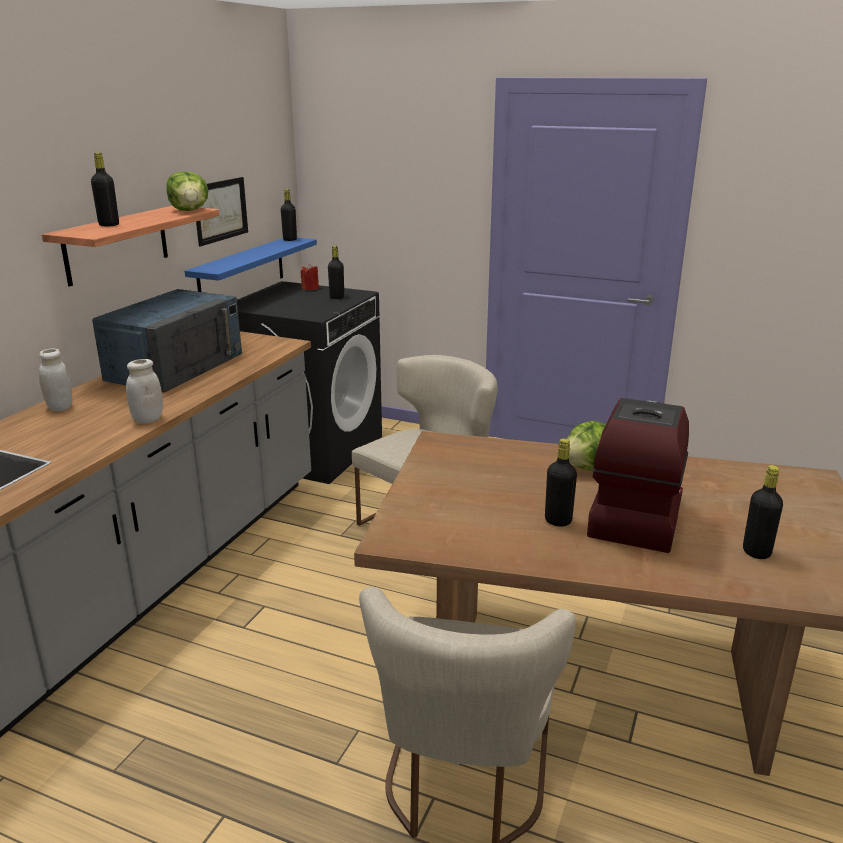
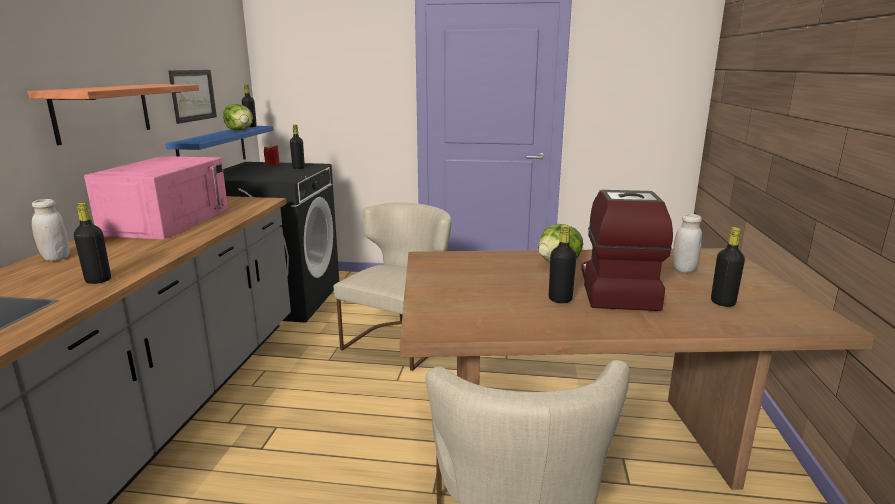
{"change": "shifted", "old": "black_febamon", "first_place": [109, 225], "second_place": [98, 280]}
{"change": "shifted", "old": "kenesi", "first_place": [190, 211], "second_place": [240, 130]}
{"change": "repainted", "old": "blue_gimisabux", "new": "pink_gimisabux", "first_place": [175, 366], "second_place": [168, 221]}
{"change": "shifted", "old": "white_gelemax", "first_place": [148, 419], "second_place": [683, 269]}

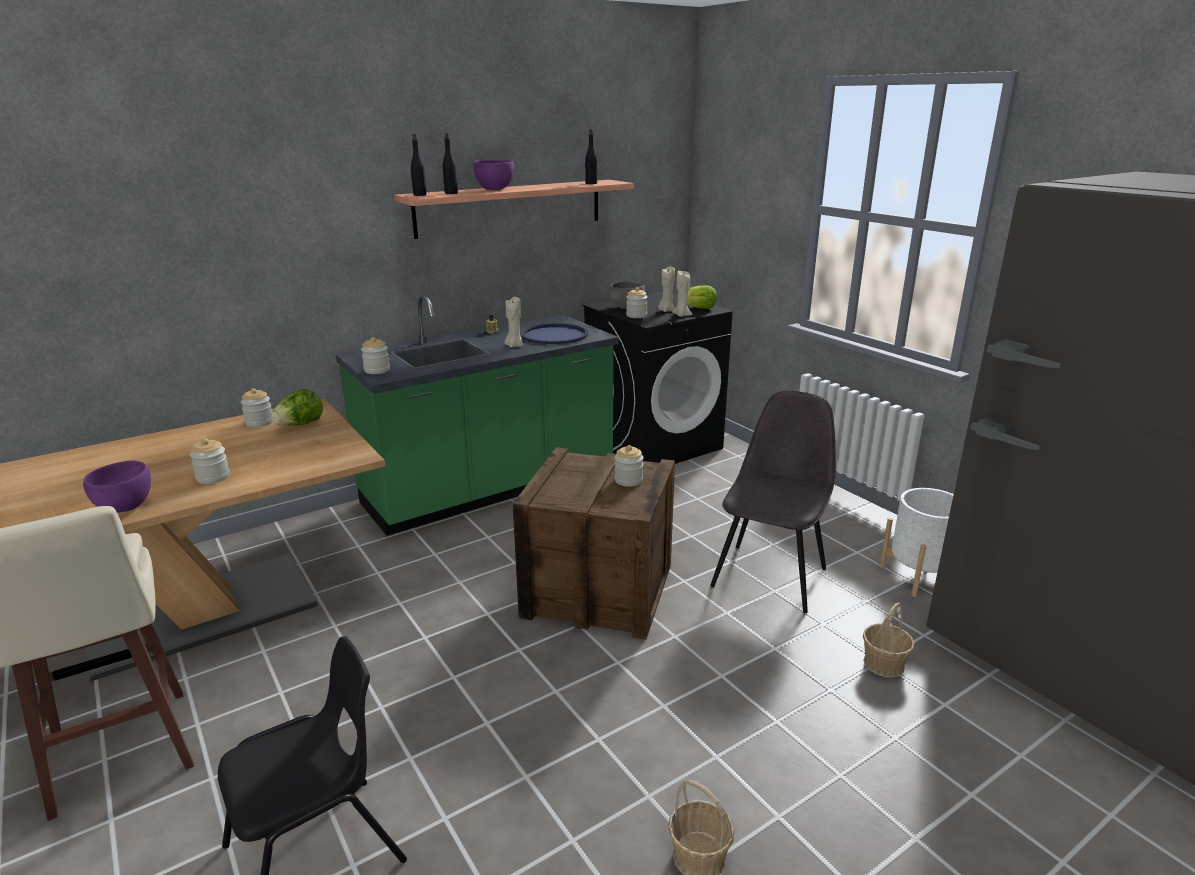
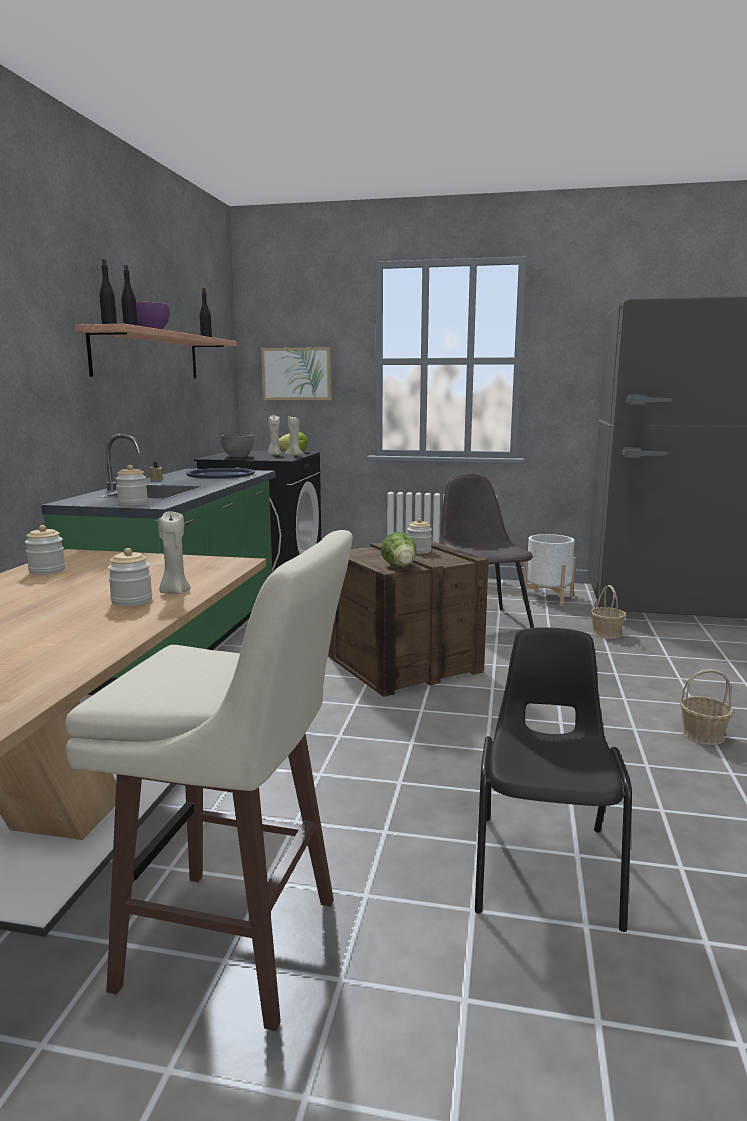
{"change": "gone", "old": "gelemax", "first_place": [636, 315]}
{"change": "shifted", "old": "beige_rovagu", "first_place": [514, 346], "second_place": [174, 592]}
{"change": "shifted", "old": "kenesi", "first_place": [300, 425], "second_place": [400, 567]}
{"change": "gone", "old": "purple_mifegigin", "first_place": [125, 507]}
{"change": "new", "new": "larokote", "second_place": [297, 374]}

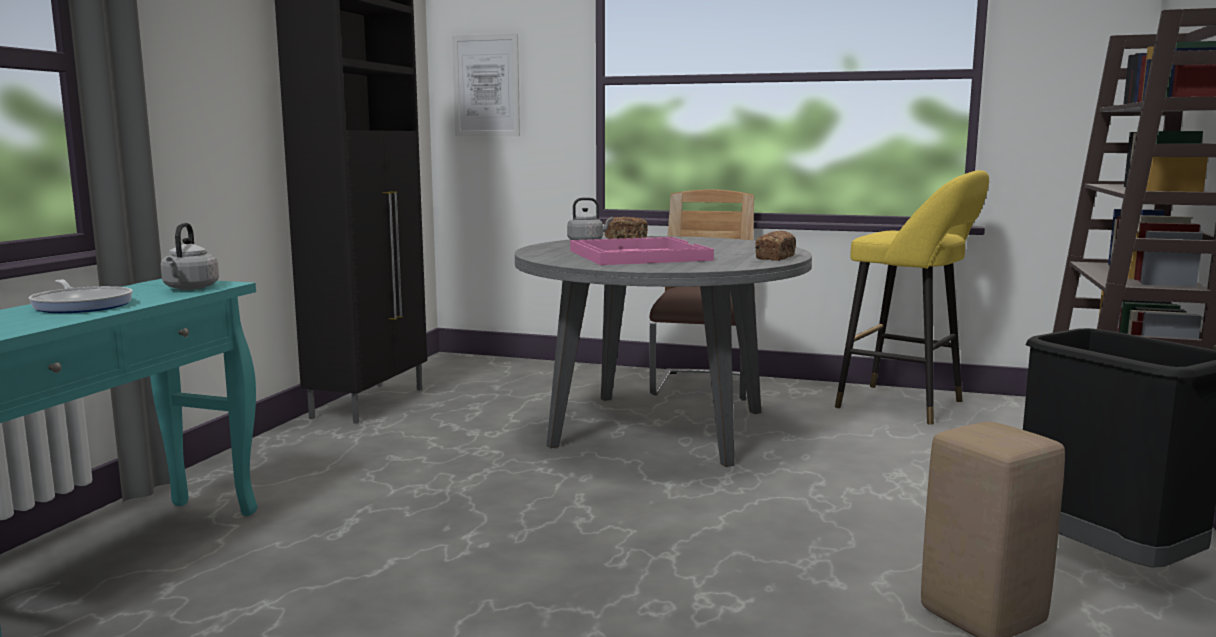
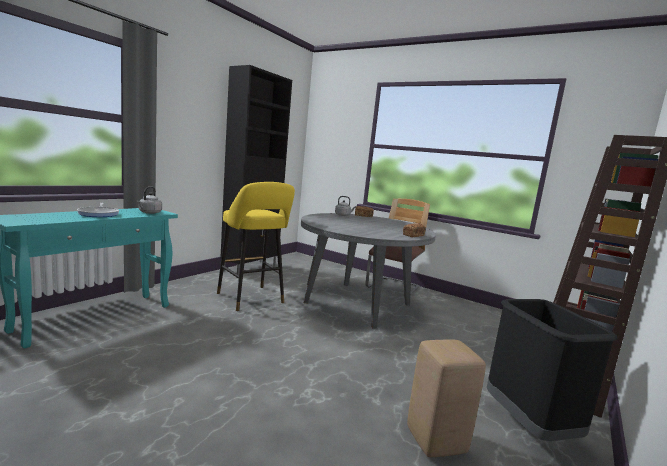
{"change": "gone", "old": "larokote", "first_place": [486, 86]}
{"change": "shifted", "old": "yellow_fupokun", "first_place": [907, 405], "second_place": [252, 299]}
{"change": "gone", "old": "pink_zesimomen", "first_place": [637, 255]}

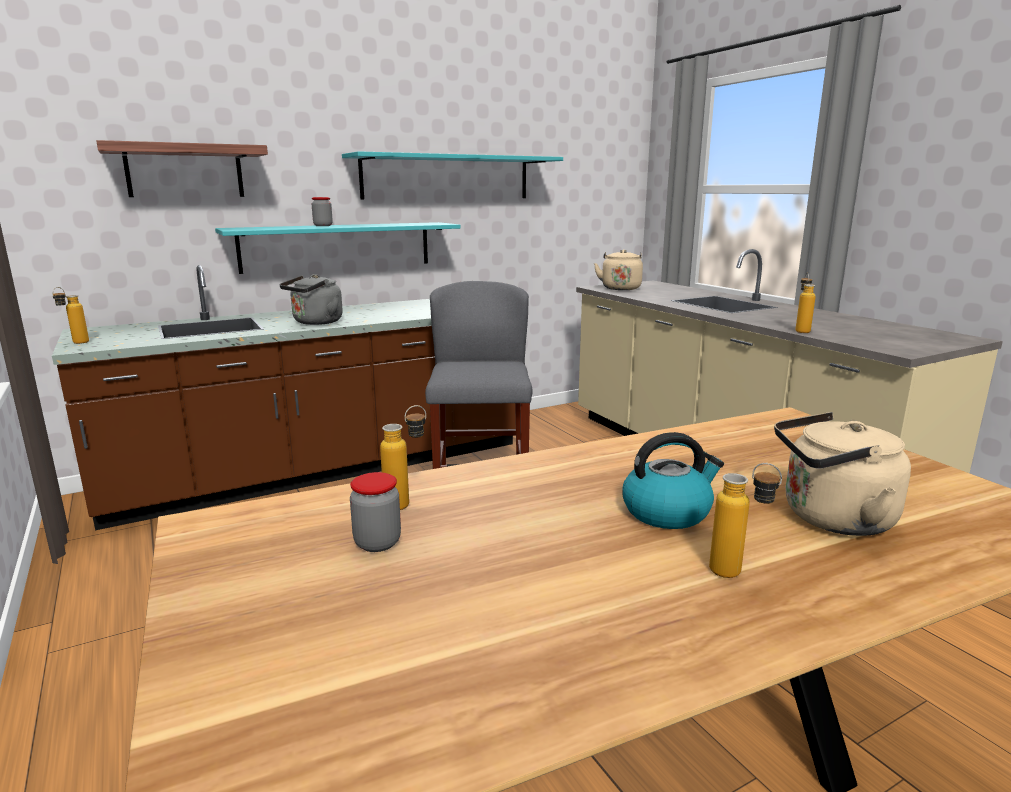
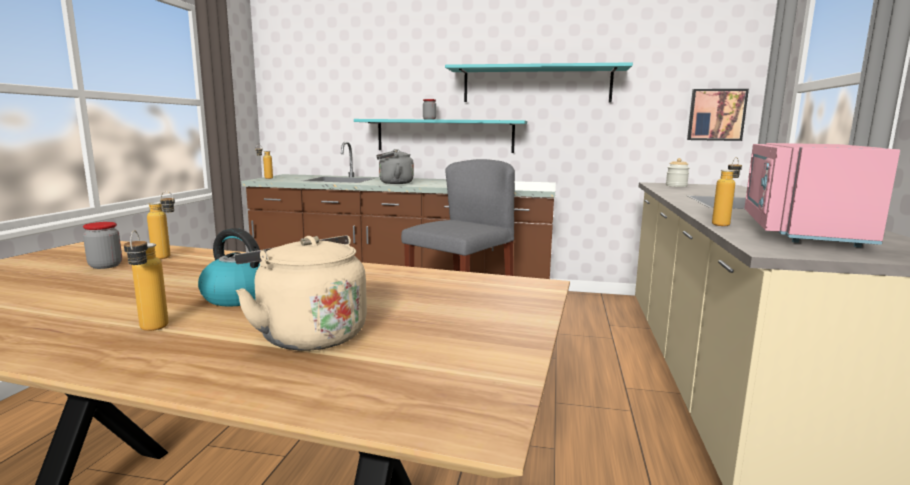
{"change": "gone", "old": "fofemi", "first_place": [185, 171]}
{"change": "swapped", "old": "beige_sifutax", "new": "gelemax", "first_place": [620, 288], "second_place": [676, 186]}
{"change": "new", "new": "larokote", "second_place": [716, 115]}
{"change": "new", "new": "pink_gimisabux", "second_place": [797, 230]}

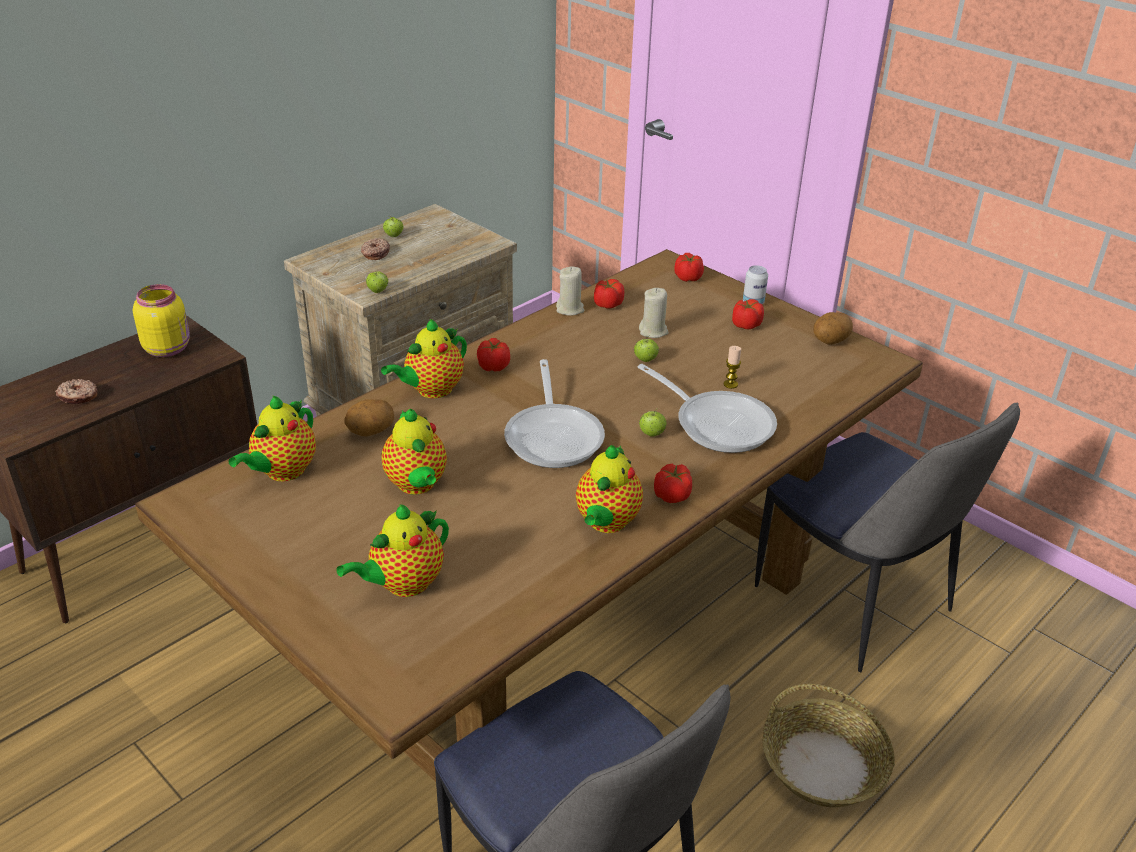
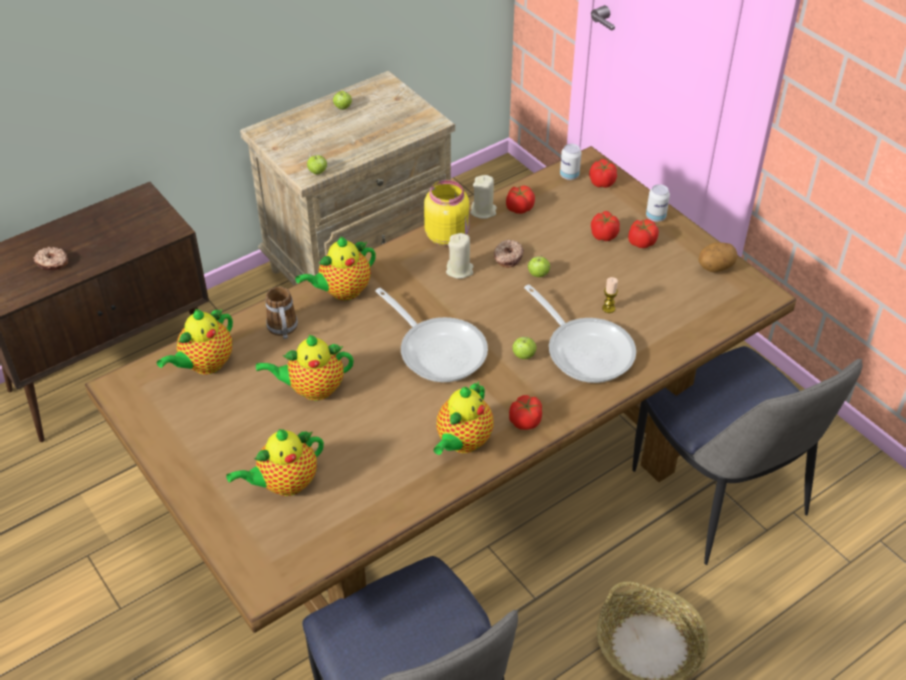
{"change": "shifted", "old": "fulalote", "first_place": [375, 253], "second_place": [507, 257]}
{"change": "shifted", "old": "yellow_gelemax", "first_place": [168, 348], "second_place": [447, 235]}
{"change": "shifted", "old": "beige_rovagu", "first_place": [653, 331], "second_place": [459, 270]}
{"change": "shifted", "old": "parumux", "first_place": [493, 366], "second_place": [604, 235]}
{"change": "rotated", "old": "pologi", "first_place": [554, 436], "second_place": [438, 350], "degrees": -45}
{"change": "swapped", "old": "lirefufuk", "new": "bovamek", "first_place": [370, 431], "second_place": [283, 330]}
{"change": "rotated", "old": "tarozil", "first_place": [417, 485], "second_place": [312, 389], "degrees": 90}
{"change": "new", "new": "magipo", "second_place": [569, 175]}

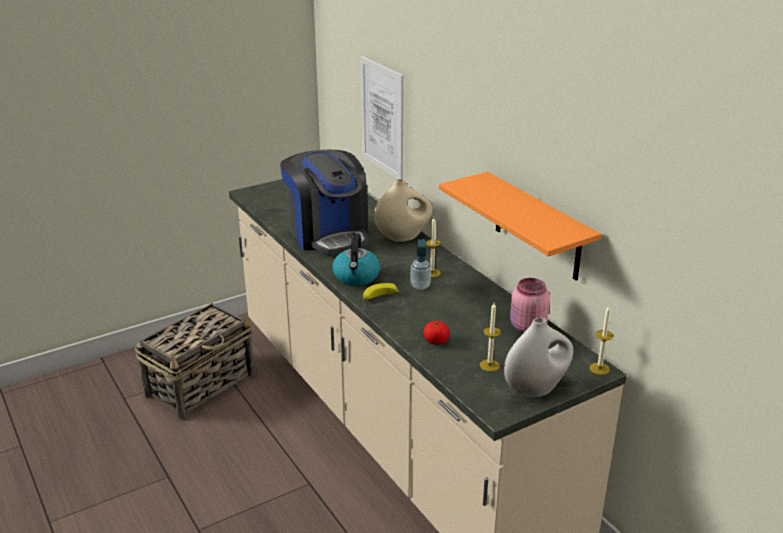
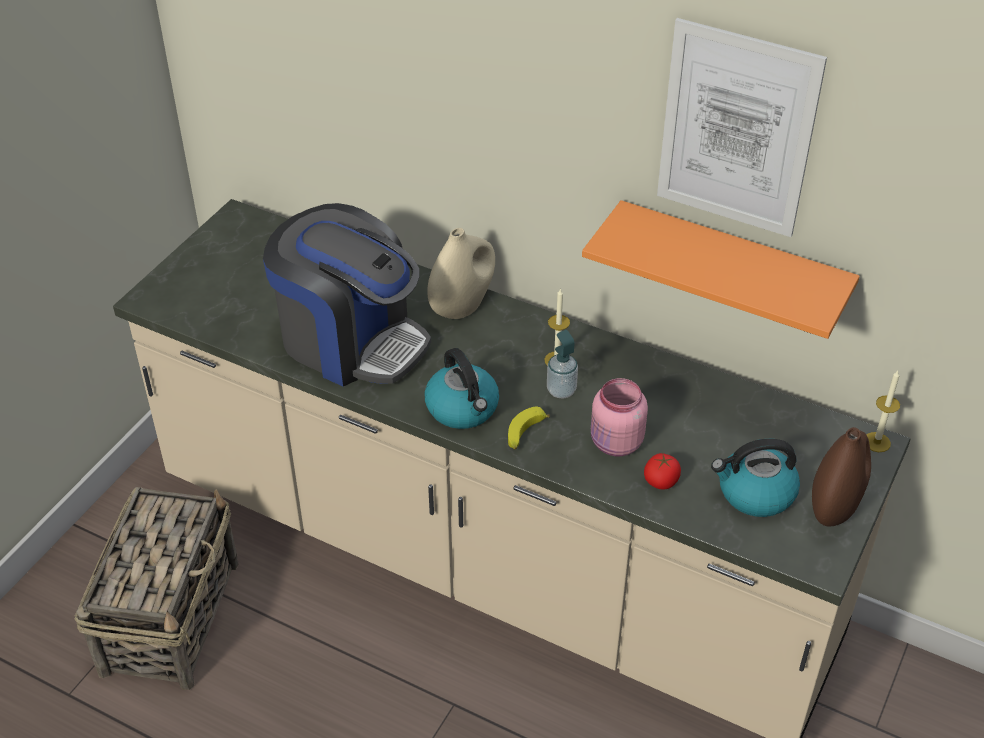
{"change": "shifted", "old": "larokote", "first_place": [382, 118], "second_place": [736, 130]}
{"change": "shifted", "old": "pink_gelemax", "first_place": [527, 327], "second_place": [615, 444]}
{"change": "swapped", "old": "rovagu", "new": "sifutax", "first_place": [489, 365], "second_place": [755, 493]}
{"change": "repainted", "old": "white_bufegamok", "new": "brown_bufegamok", "first_place": [536, 388], "second_place": [834, 506]}

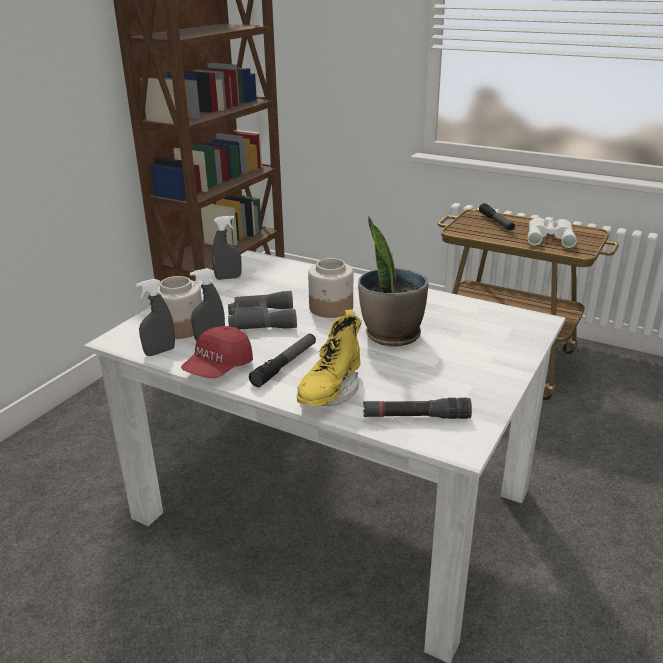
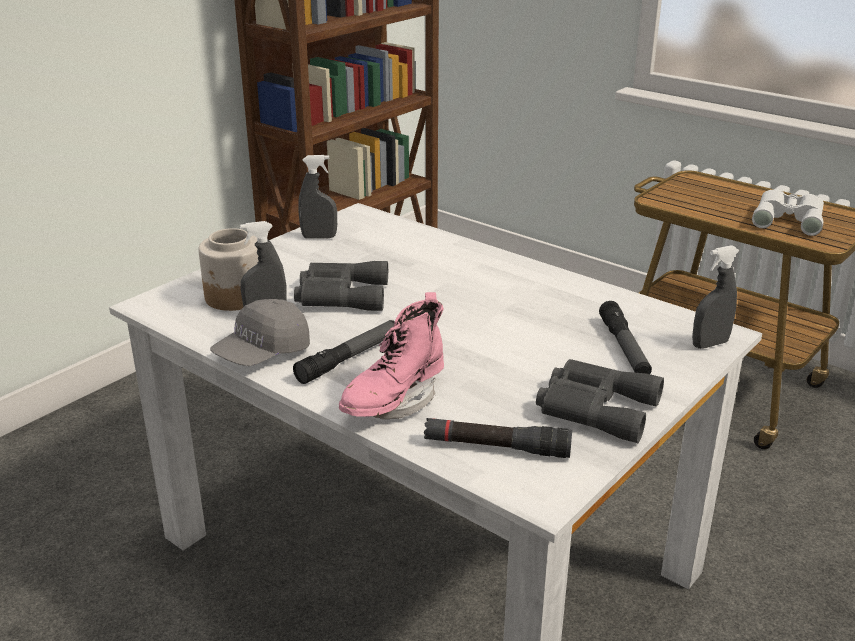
{"change": "shifted", "old": "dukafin", "first_place": [496, 222], "second_place": [624, 348]}
{"change": "gone", "old": "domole", "first_place": [391, 335]}
{"change": "gone", "old": "gelemax", "first_place": [331, 308]}
{"change": "shifted", "old": "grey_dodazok", "first_place": [160, 352], "second_place": [710, 344]}
{"change": "repainted", "old": "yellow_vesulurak", "new": "pink_vesulurak", "first_place": [330, 392], "second_place": [394, 402]}
{"change": "repainted", "old": "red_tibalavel", "new": "grey_tibalavel", "first_place": [218, 368], "second_place": [262, 353]}
{"change": "new", "new": "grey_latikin", "second_place": [594, 407]}

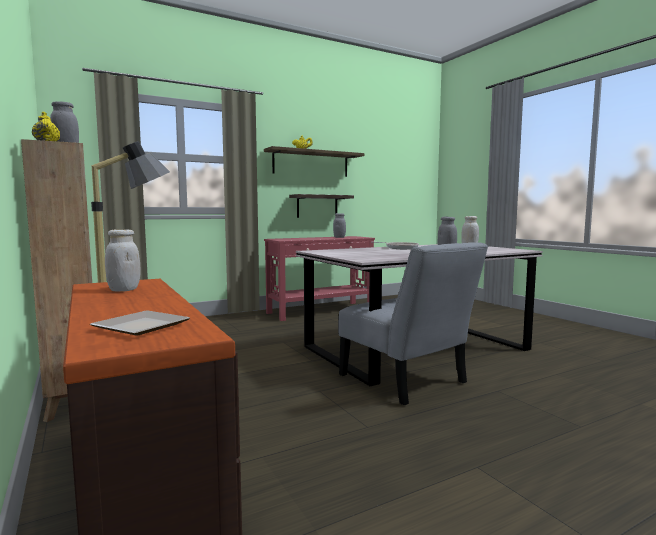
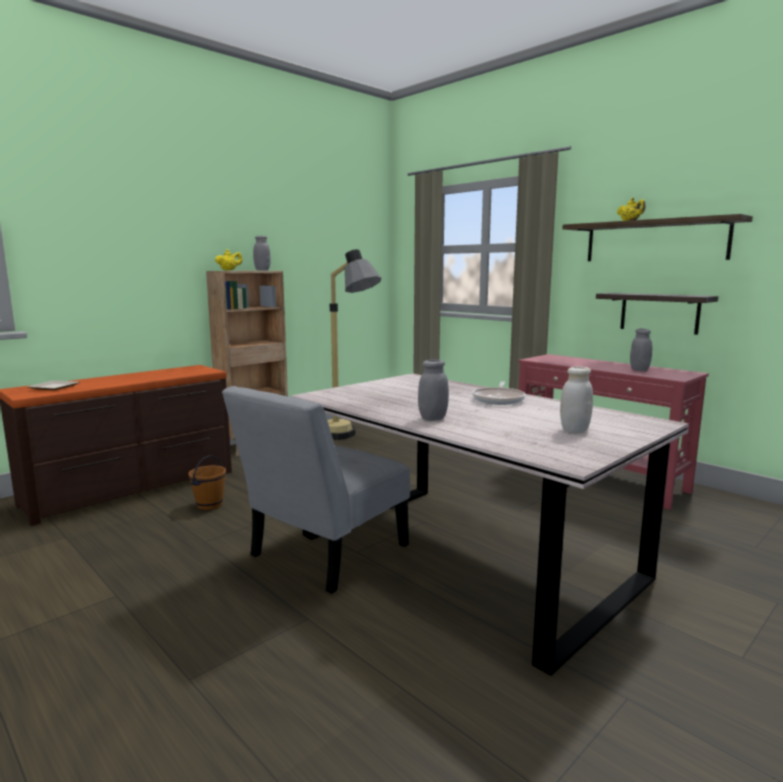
{"change": "gone", "old": "white_gelemax", "first_place": [124, 290]}
{"change": "new", "new": "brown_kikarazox", "second_place": [209, 505]}

